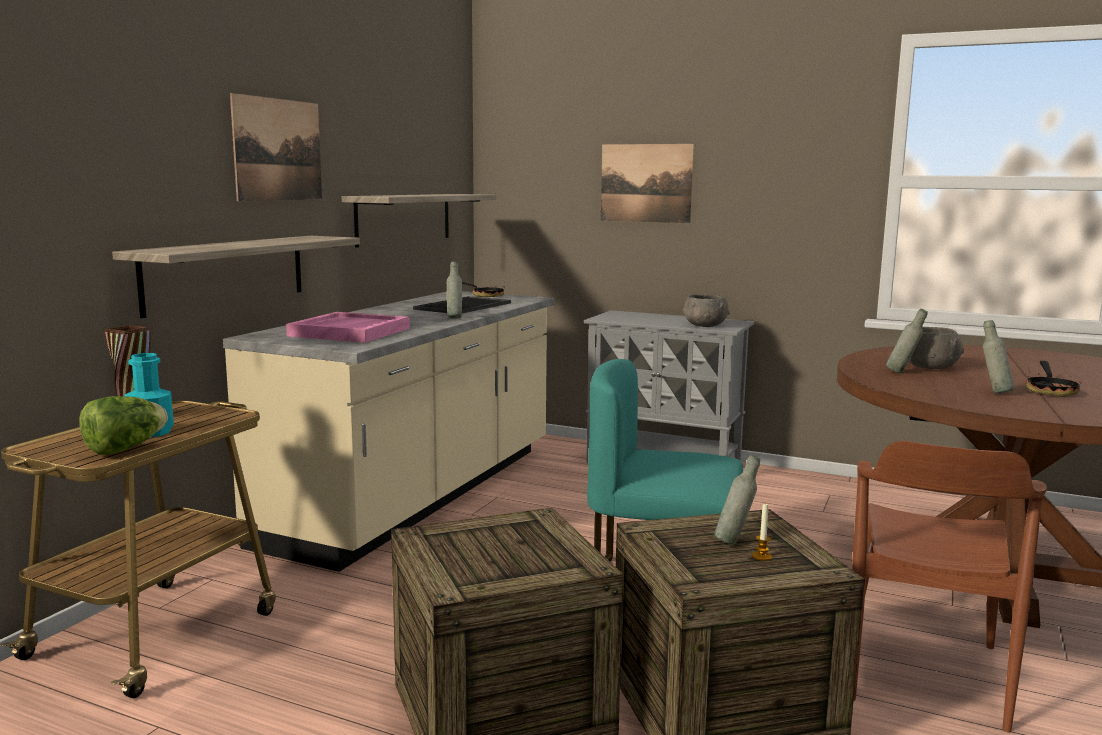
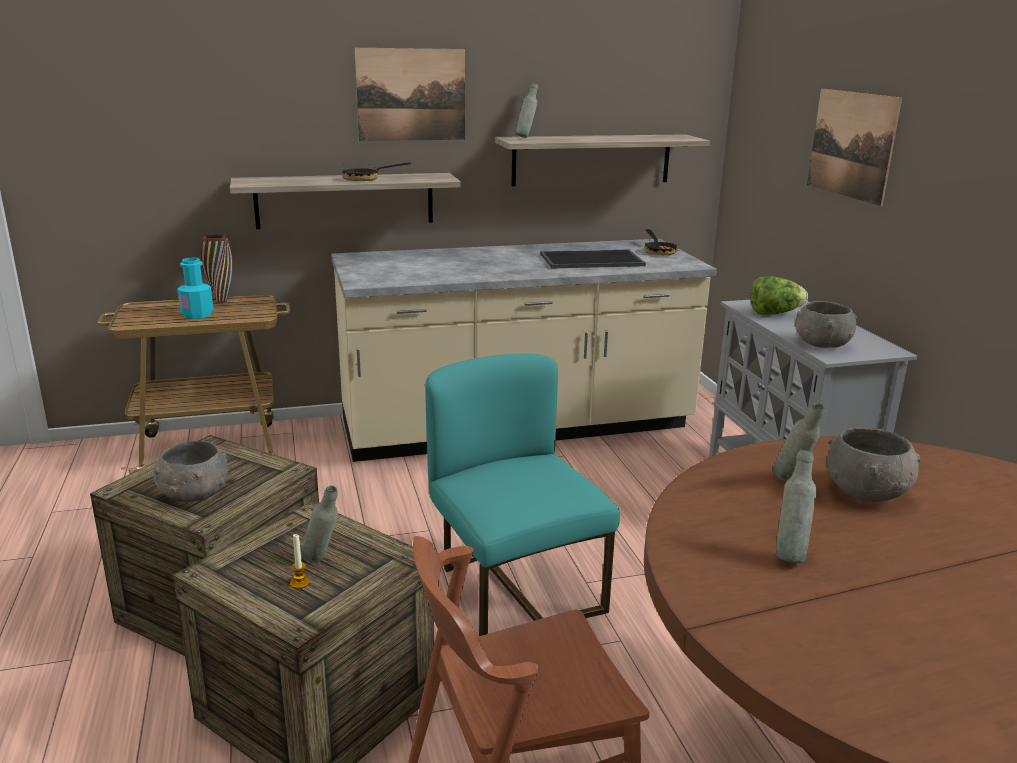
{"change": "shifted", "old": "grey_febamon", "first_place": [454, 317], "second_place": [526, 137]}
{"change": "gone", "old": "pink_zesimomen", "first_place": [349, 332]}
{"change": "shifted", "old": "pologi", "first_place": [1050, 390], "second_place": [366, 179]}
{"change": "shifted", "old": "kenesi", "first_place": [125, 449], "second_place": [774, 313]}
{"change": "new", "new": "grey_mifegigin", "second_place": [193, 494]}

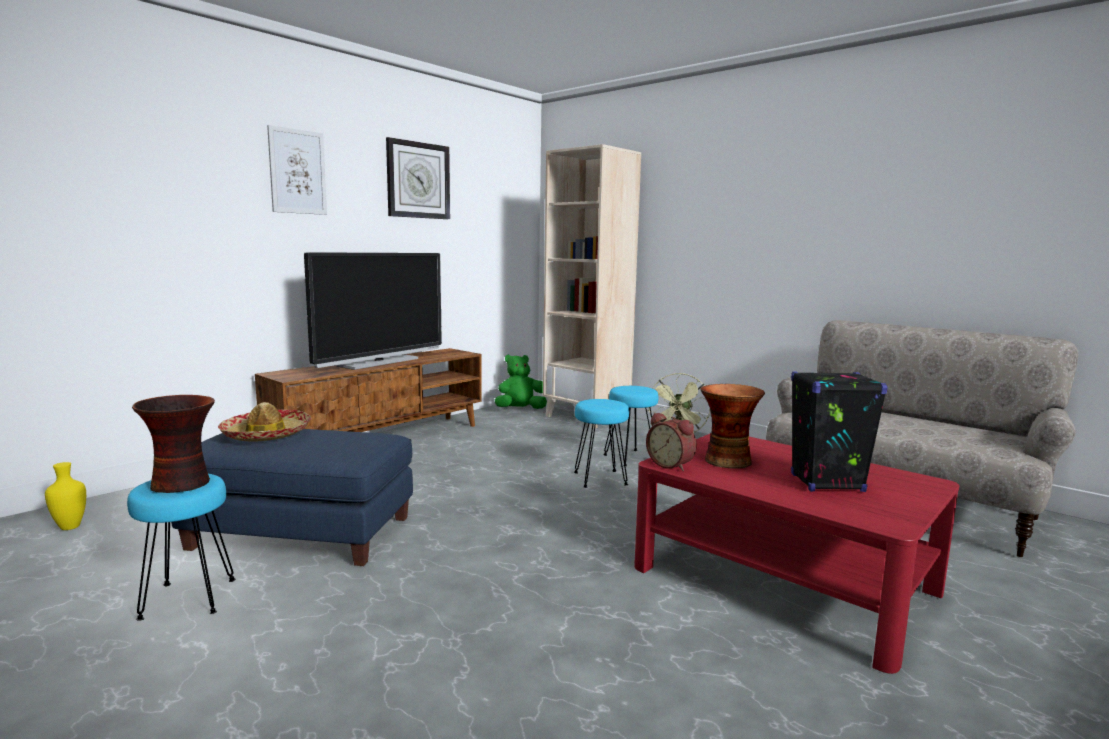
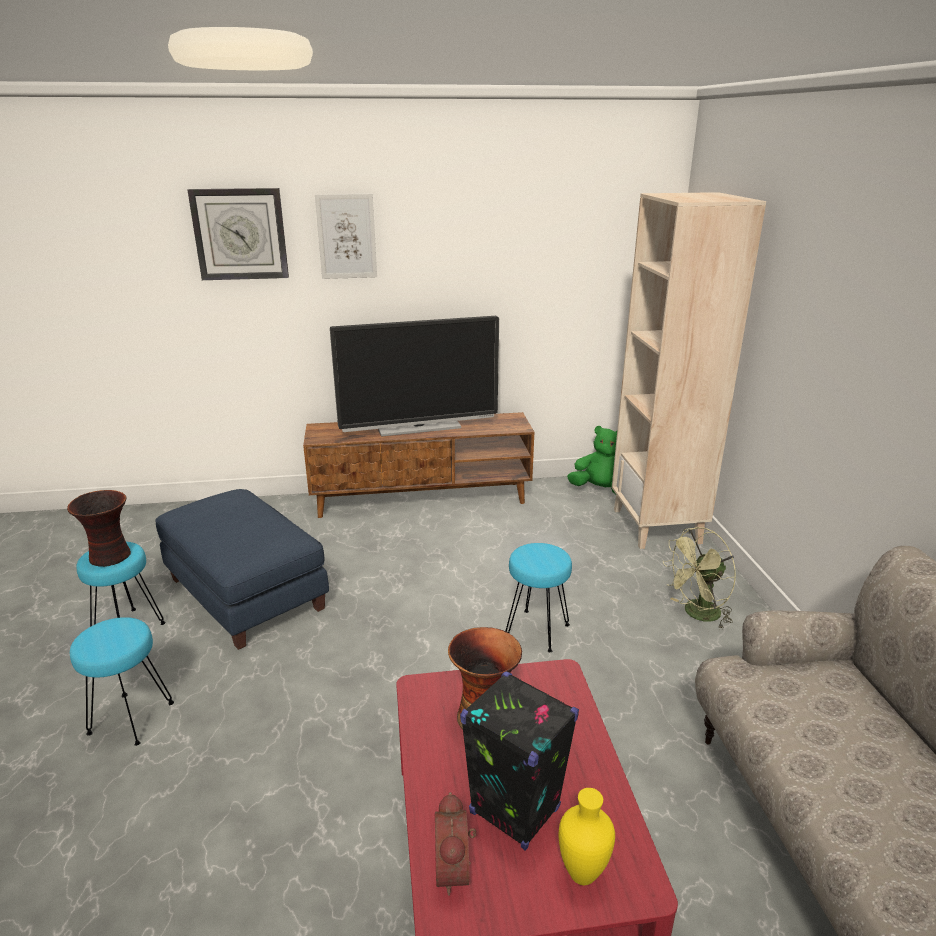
{"change": "shifted", "old": "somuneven", "first_place": [418, 180], "second_place": [240, 234]}
{"change": "shifted", "old": "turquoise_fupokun", "first_place": [631, 458], "second_place": [132, 719]}
{"change": "gone", "old": "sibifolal", "first_place": [266, 434]}
{"change": "shifted", "old": "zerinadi", "first_place": [671, 465], "second_place": [456, 869]}
{"change": "shifted", "old": "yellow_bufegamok", "first_place": [70, 527], "second_place": [582, 876]}

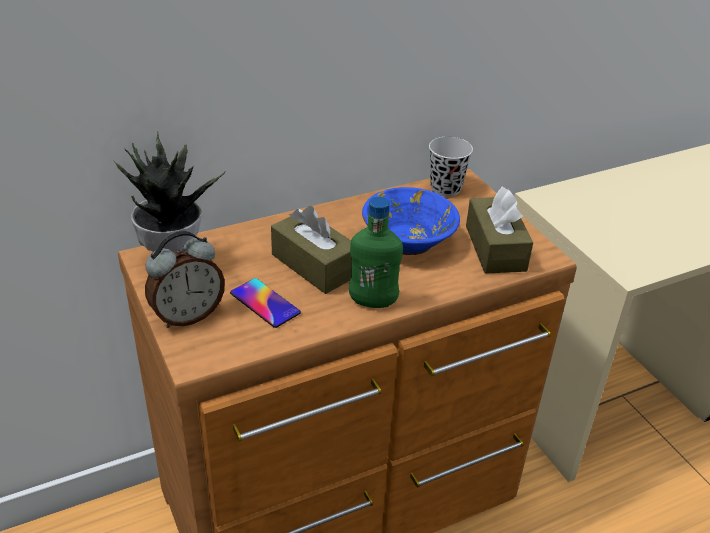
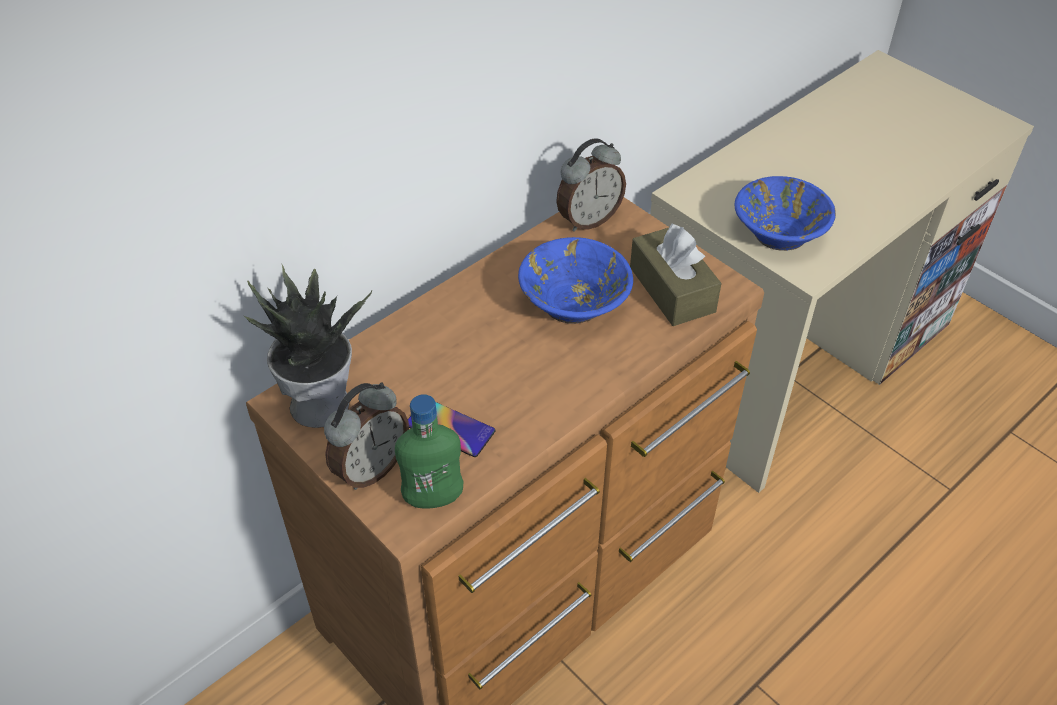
{"change": "swapped", "old": "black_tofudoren", "new": "zerinadi", "first_place": [445, 188], "second_place": [588, 219]}
{"change": "shifted", "old": "green_febamon", "first_place": [373, 301], "second_place": [433, 498]}
{"change": "gone", "old": "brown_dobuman", "first_place": [314, 265]}
{"change": "new", "new": "blue_mifegigin", "second_place": [779, 232]}

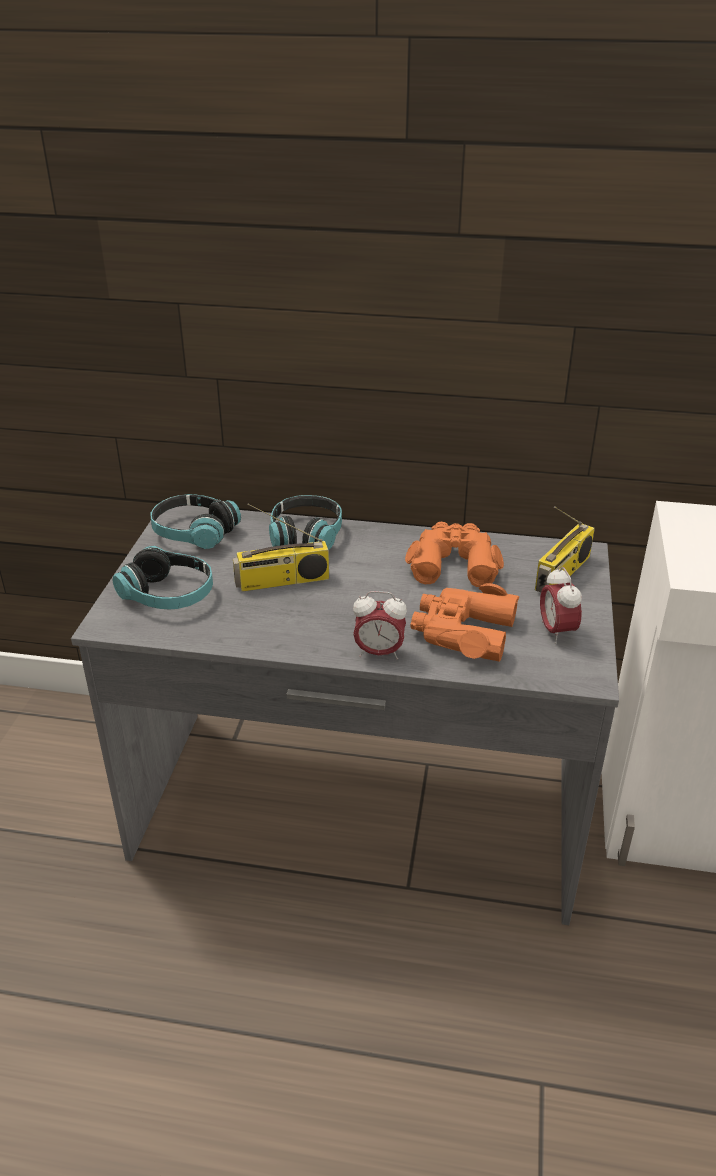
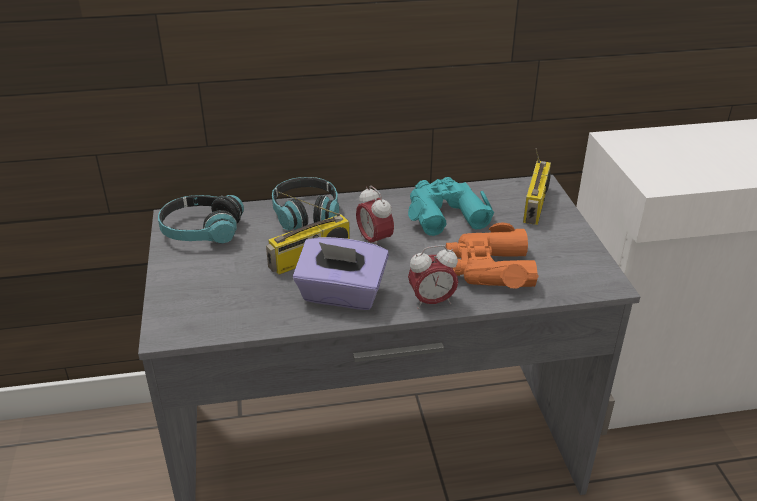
{"change": "repainted", "old": "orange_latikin", "new": "turquoise_latikin", "first_place": [453, 562], "second_place": [445, 213]}
{"change": "gone", "old": "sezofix", "first_place": [168, 594]}
{"change": "shifted", "old": "zerinadi", "first_place": [556, 631], "second_place": [374, 241]}
{"change": "new", "new": "purple_dobuman", "second_place": [341, 295]}

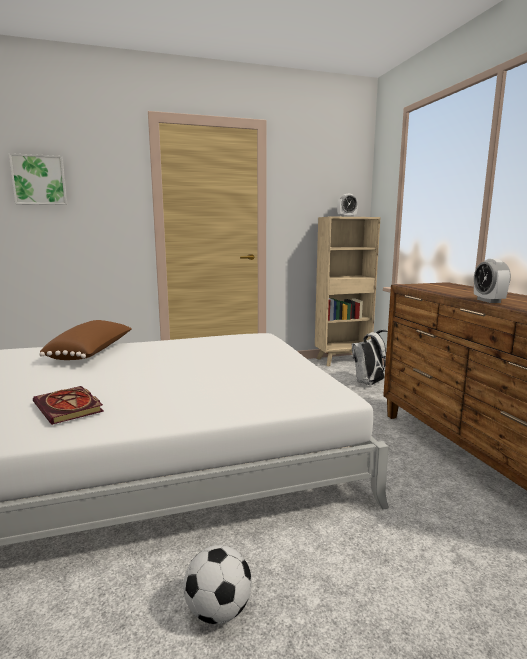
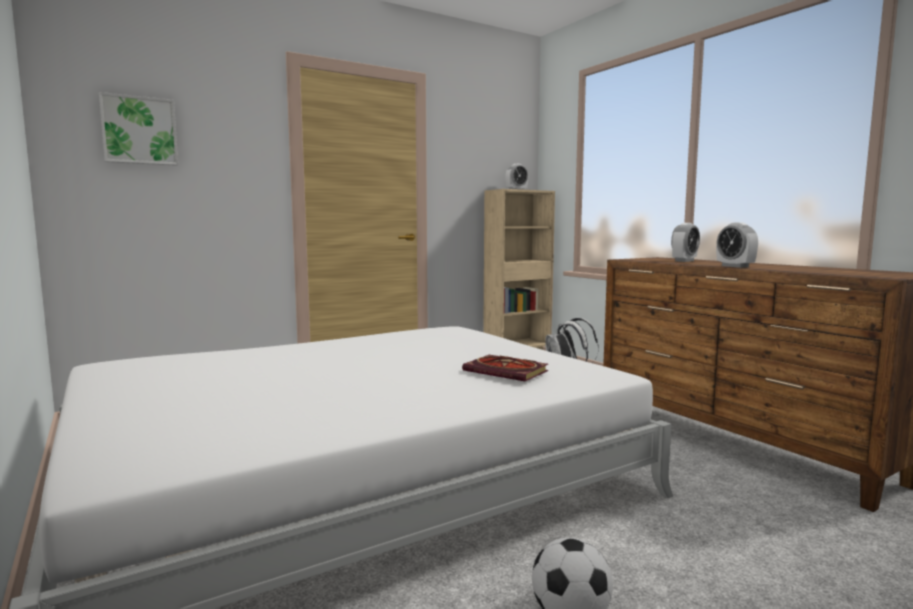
{"change": "gone", "old": "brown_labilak", "first_place": [93, 353]}
{"change": "shifted", "old": "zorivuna", "first_place": [70, 408], "second_place": [508, 371]}
{"change": "new", "new": "zerinadi", "second_place": [684, 261]}

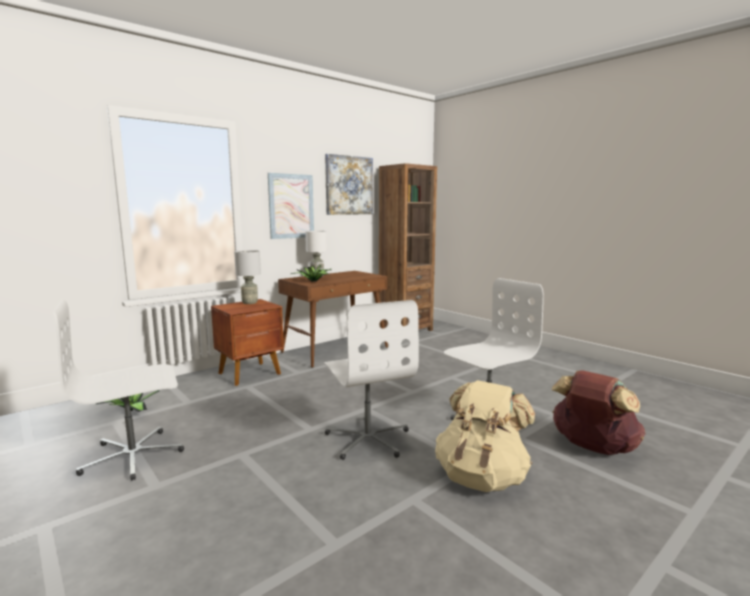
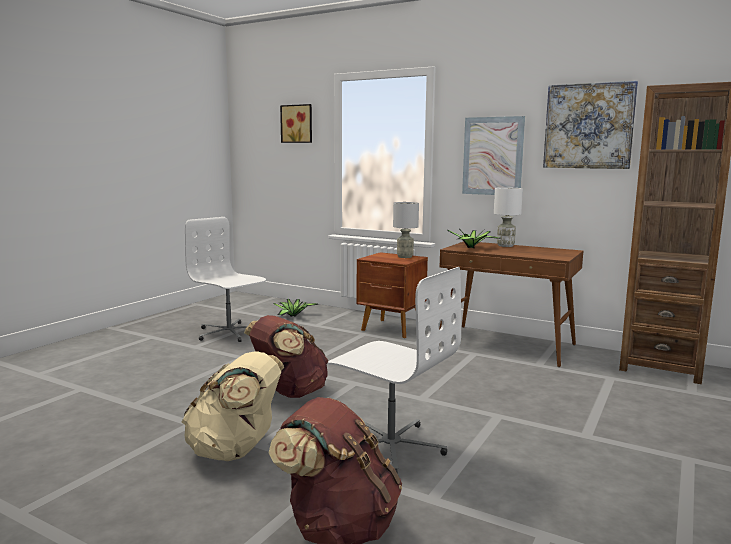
{"change": "swapped", "old": "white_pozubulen", "new": "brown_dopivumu", "first_place": [368, 439], "second_place": [289, 393]}
{"change": "new", "new": "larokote", "second_place": [297, 124]}

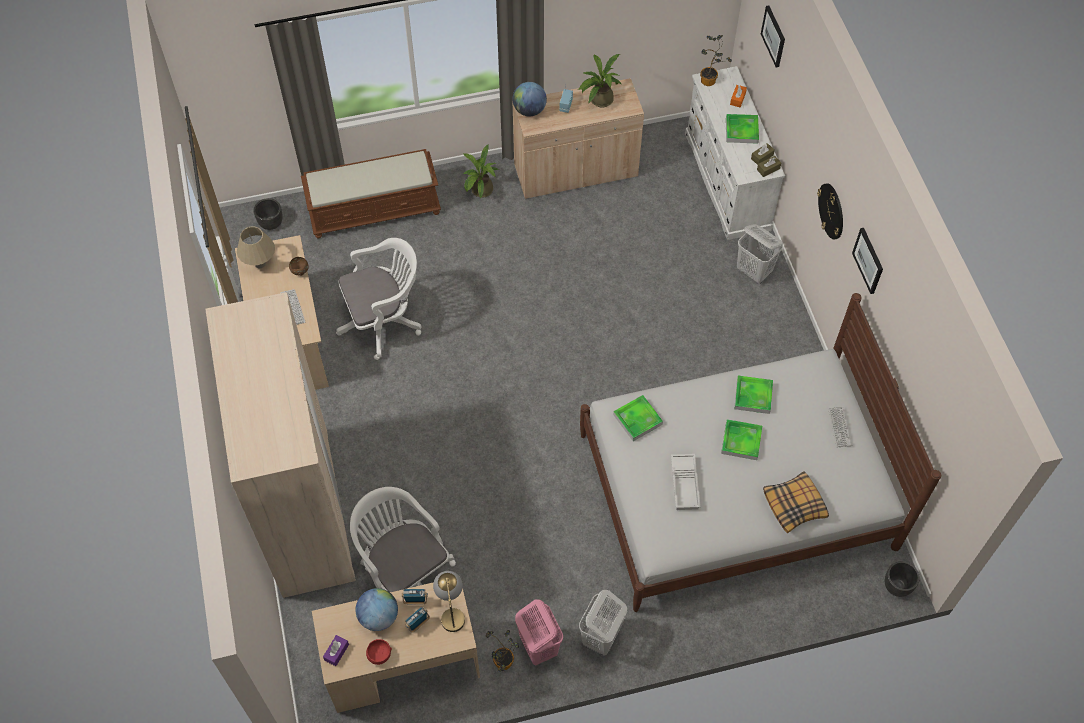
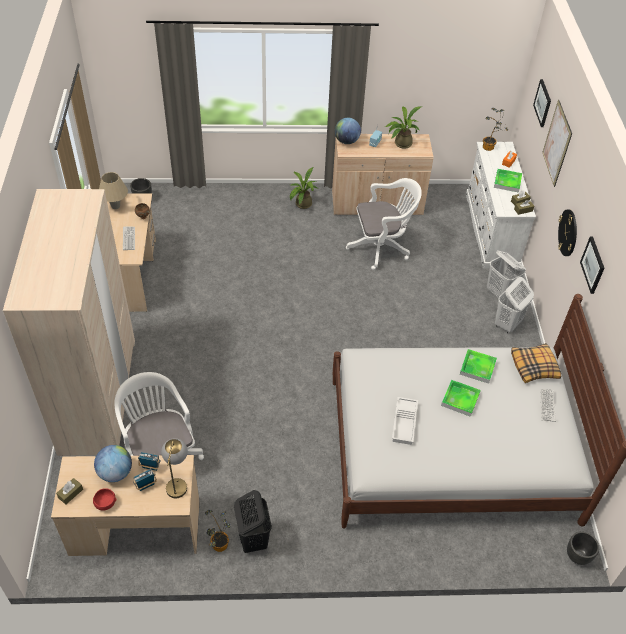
{"change": "gone", "old": "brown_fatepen", "first_place": [375, 210]}
{"change": "shifted", "old": "white_pozubulen", "first_place": [384, 321], "second_place": [381, 247]}
{"change": "gone", "old": "zesimomen", "first_place": [637, 419]}
{"change": "shifted", "old": "labilak", "first_place": [794, 505], "second_place": [534, 367]}
{"change": "shifted", "old": "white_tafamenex", "first_place": [600, 638], "second_place": [507, 324]}
{"change": "repainted", "old": "pink_tafamenex", "new": "black_tafamenex", "first_place": [538, 646], "second_place": [253, 538]}
{"change": "repainted", "old": "purple_dobuman", "new": "brown_dobuman", "first_place": [336, 652], "second_place": [70, 493]}
{"change": "new", "new": "larokote", "second_place": [557, 143]}

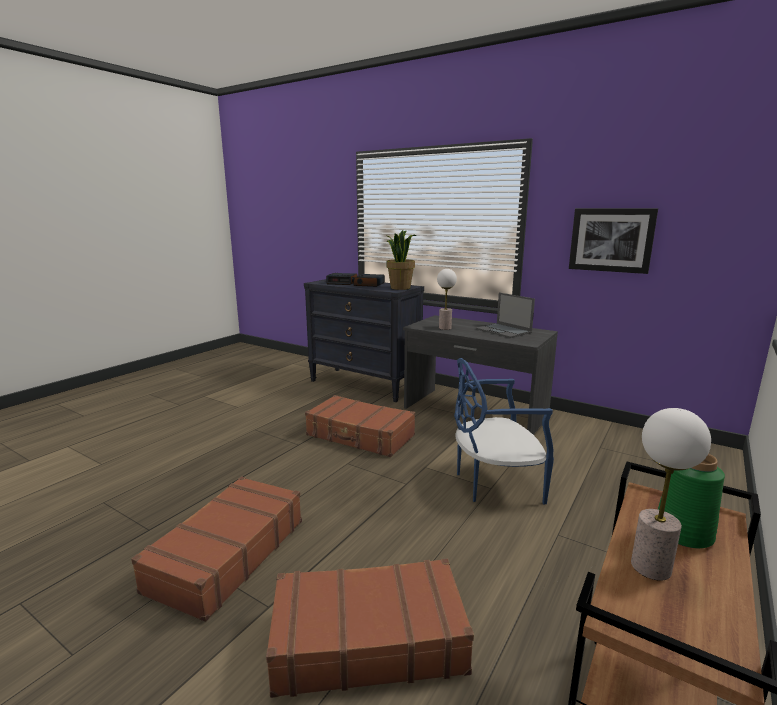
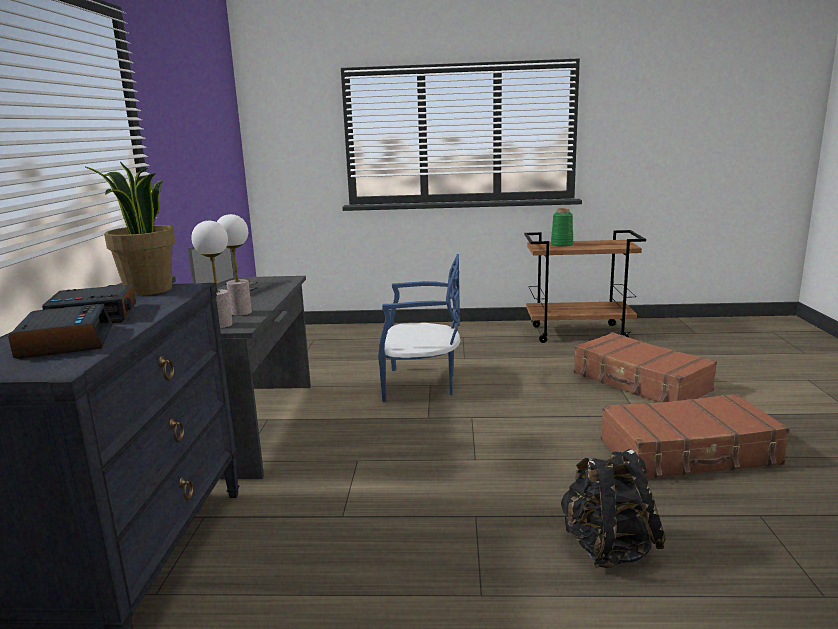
{"change": "gone", "old": "larokote", "first_place": [611, 240]}
{"change": "rotated", "old": "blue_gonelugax", "first_place": [494, 484], "second_place": [421, 385], "degrees": -45}
{"change": "gone", "old": "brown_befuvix", "first_place": [360, 436]}
{"change": "shifted", "old": "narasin", "first_place": [651, 567], "second_place": [220, 325]}
{"change": "new", "new": "black_dopivumu", "second_place": [607, 548]}

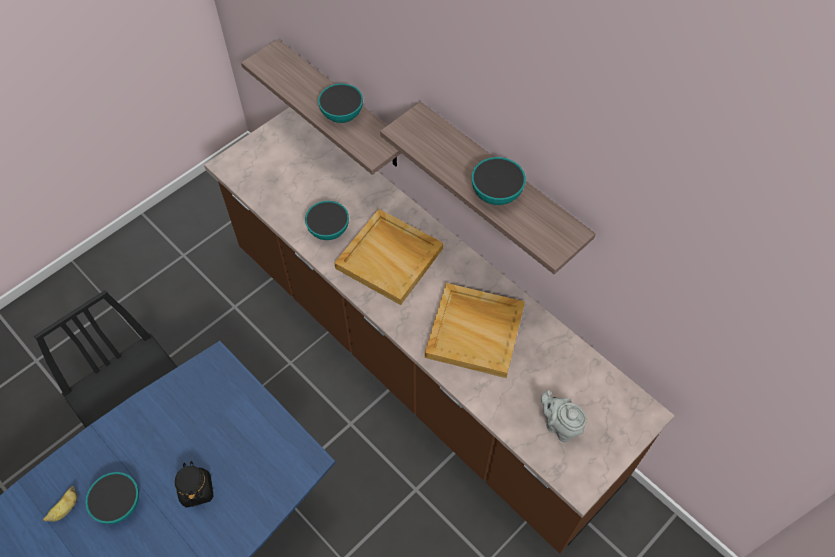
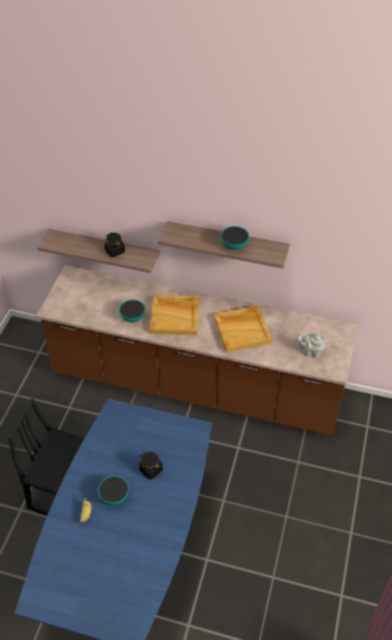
{"change": "swapped", "old": "mifegigin", "new": "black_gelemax", "first_place": [342, 115], "second_place": [114, 251]}

